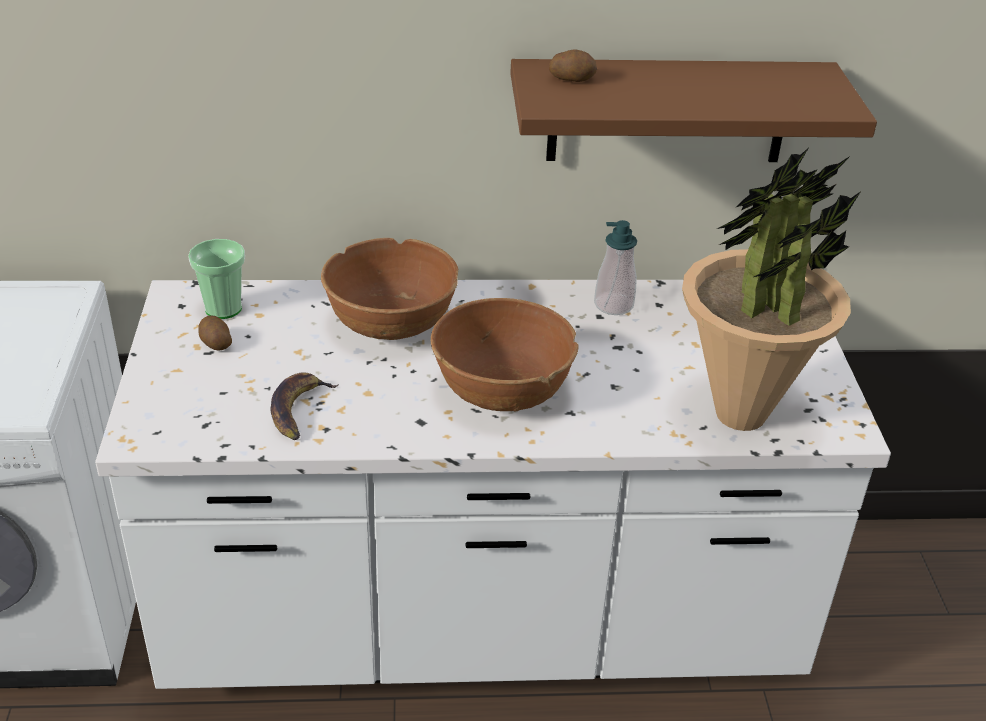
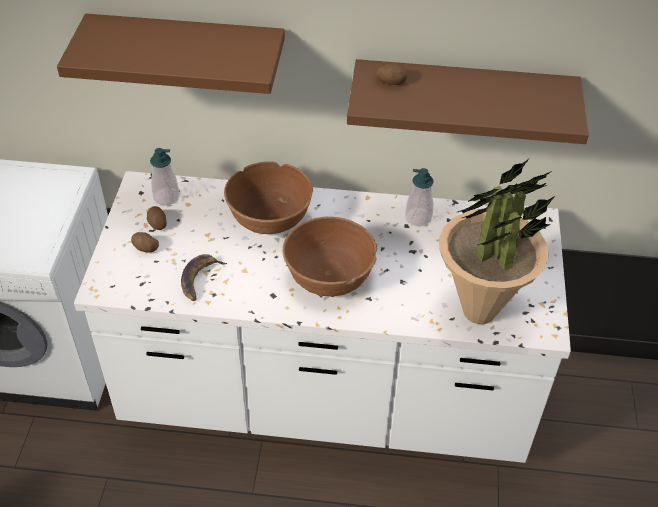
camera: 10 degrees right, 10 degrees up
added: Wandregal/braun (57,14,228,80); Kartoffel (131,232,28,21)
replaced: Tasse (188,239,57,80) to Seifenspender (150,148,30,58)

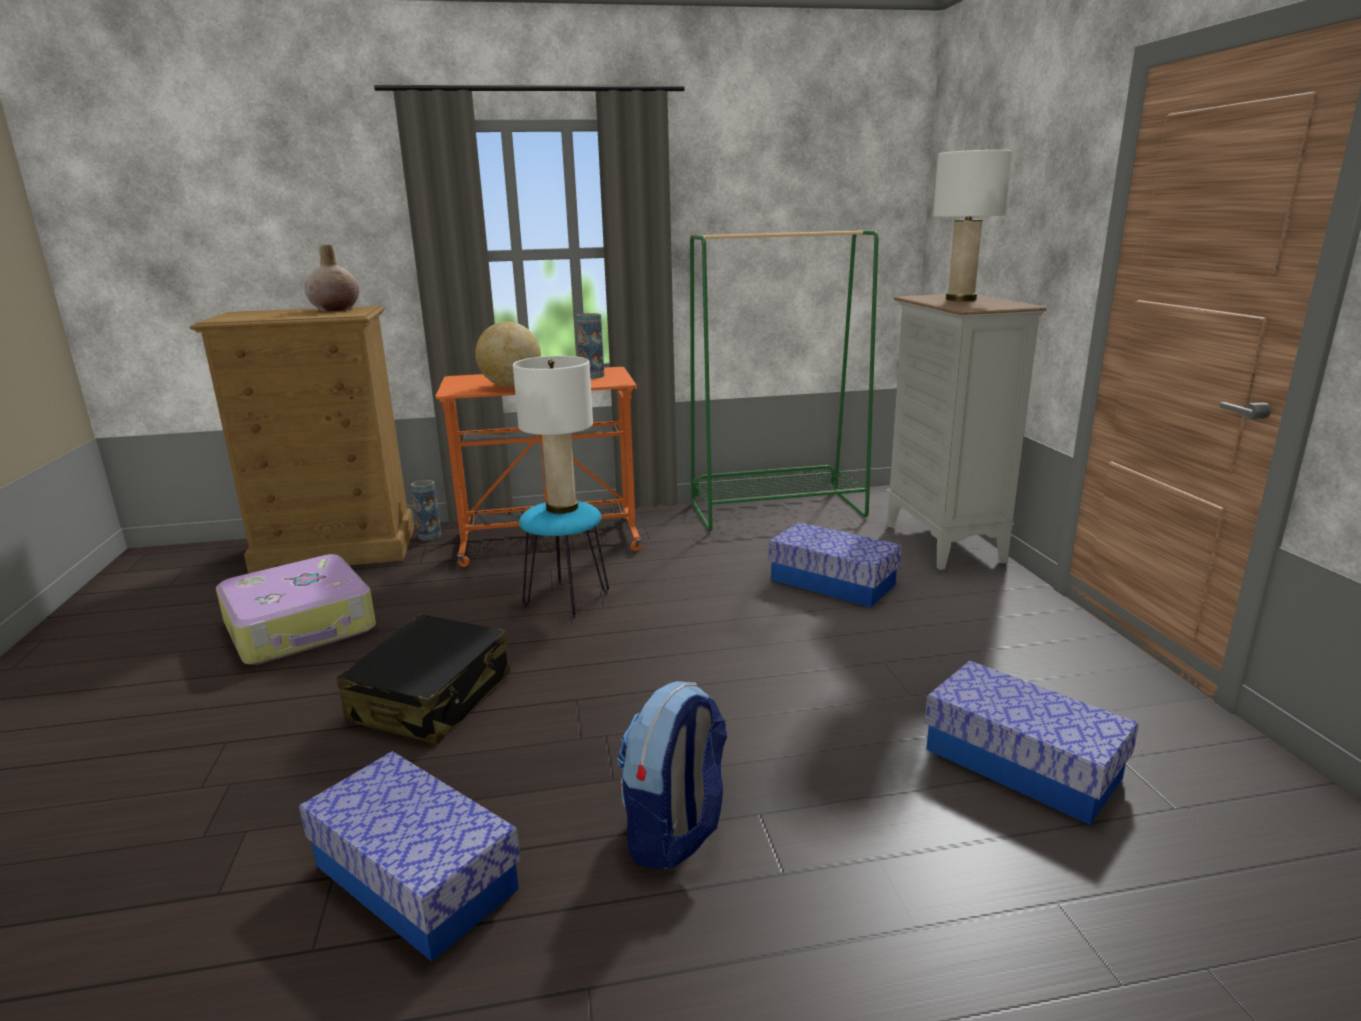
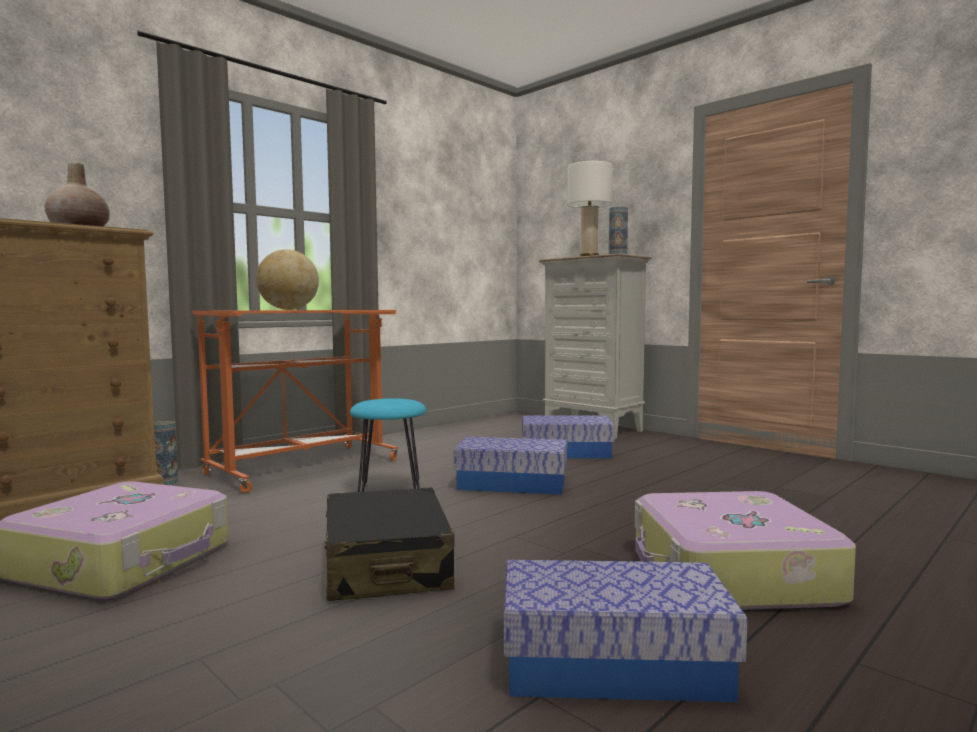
camera: 35 degrees left, 15 degrees down
removed: Tischlampe/weiß (513,356,80,158); Kleiderständer/grün (690,230,189,301)
moved: Aufbewahrungsbox (924,661,215,164) to (454,437,113,58); Vase (576,313,29,66) to (609,207,19,47)
replaced: Rucksack (617,681,110,188) to Koffer (635,491,221,119)

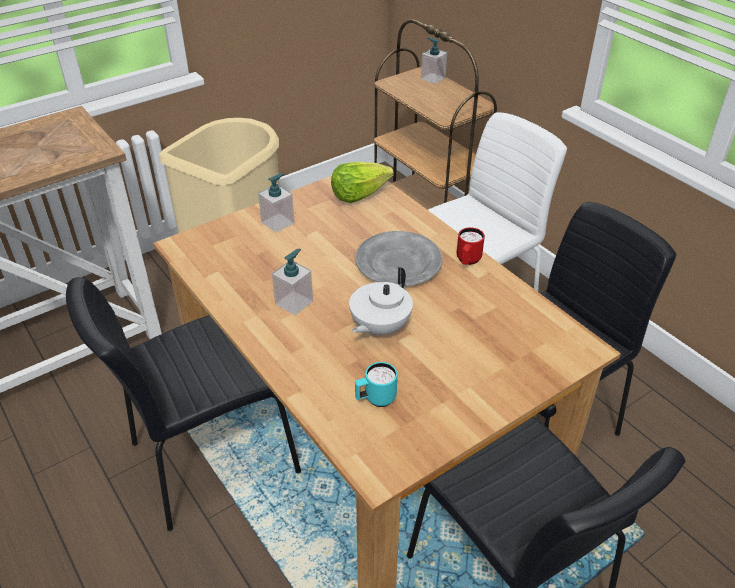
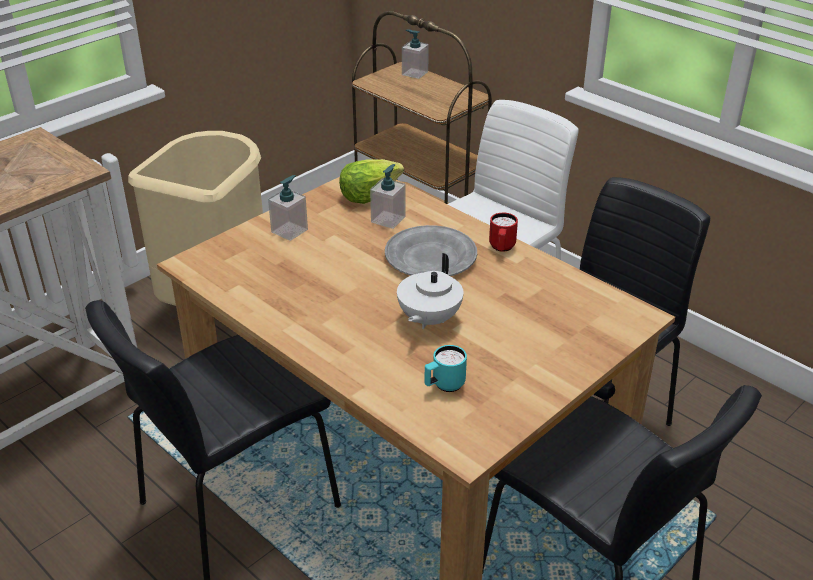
camera: 10 degrees left, 5 degrees down
moved: Seifenspender (272,248,41,67) to (370,164,36,65)

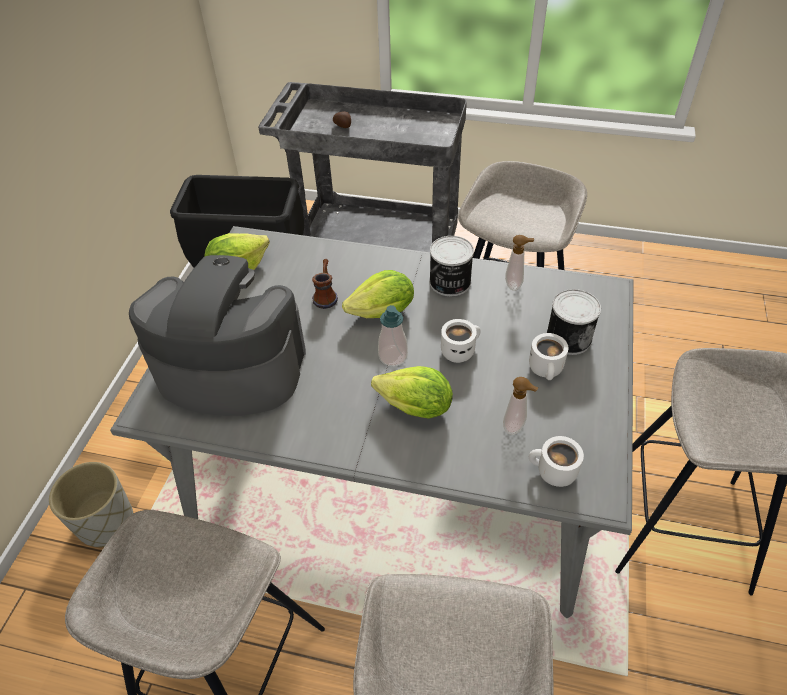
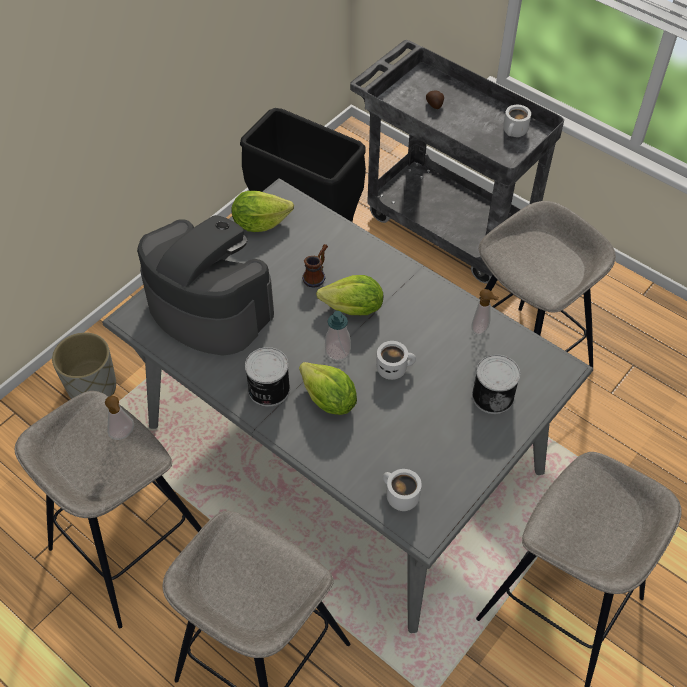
camera: 25 degrees right, 5 degrees up
moved: Seifenspender (503,377,35,58) to (105,396,29,44); Dose (429,236,45,60) to (245,347,45,60); Henkelbecher/weiß (529,333,40,47) to (503,105,28,32)

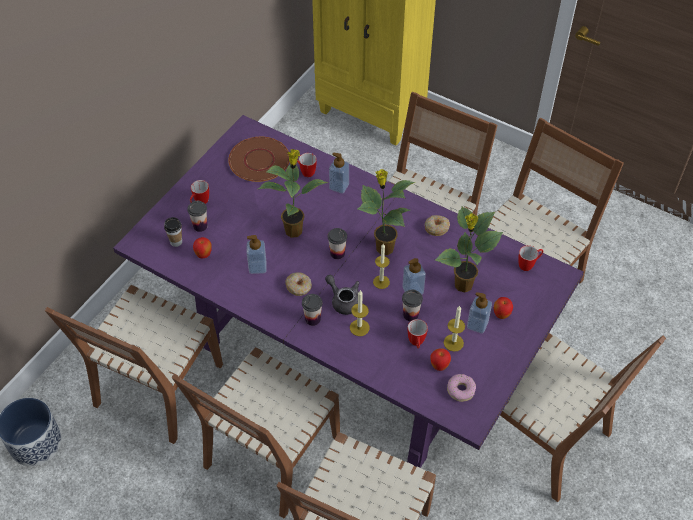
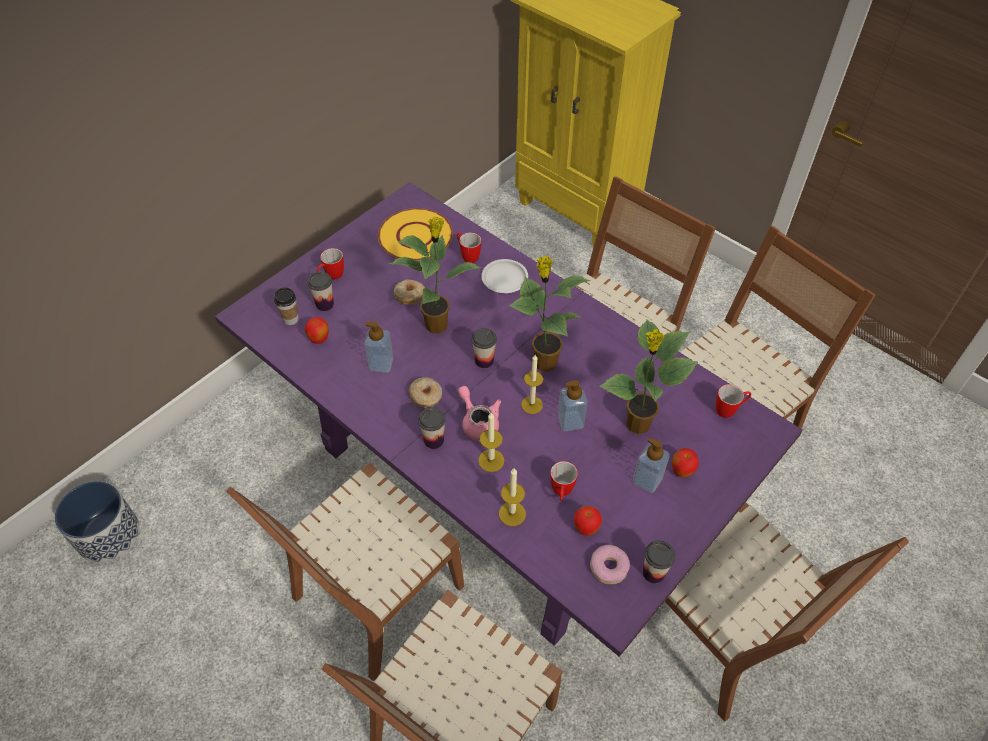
camera: 10 degrees right, 0 degrees up
removed: Stuhl (45,285,178,159)
moved: Donut (425,215,25,21) to (393,279,32,26); Kerze (444,306,21,46) to (499,469,27,57); Tasse (402,290,21,31) to (643,540,33,43)
replaced: Seifenspender (329,153,20,41) to Teller/weiß (481,259,47,34)
recoloured: Teller/braun (228,137,62,45) to Teller/gelb (378,208,75,53); Teekanne/grau (325,275,34,40) to Teekanne/rosa (458,386,43,55)

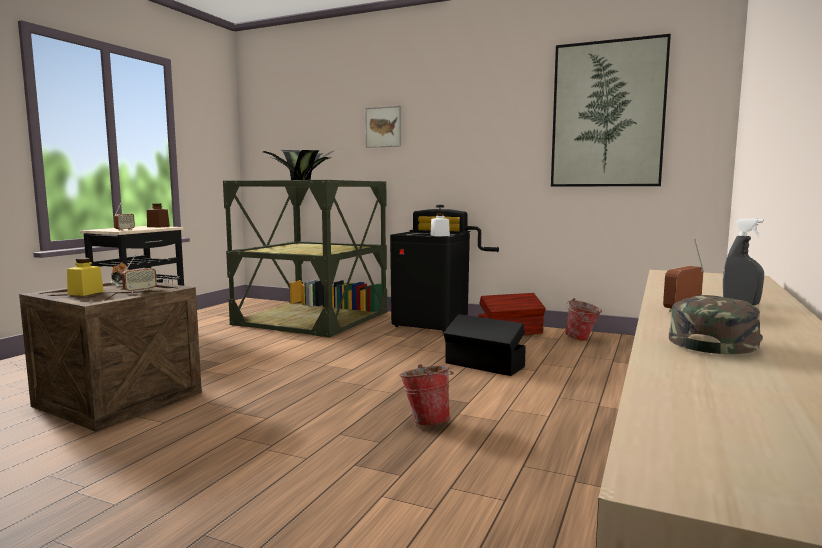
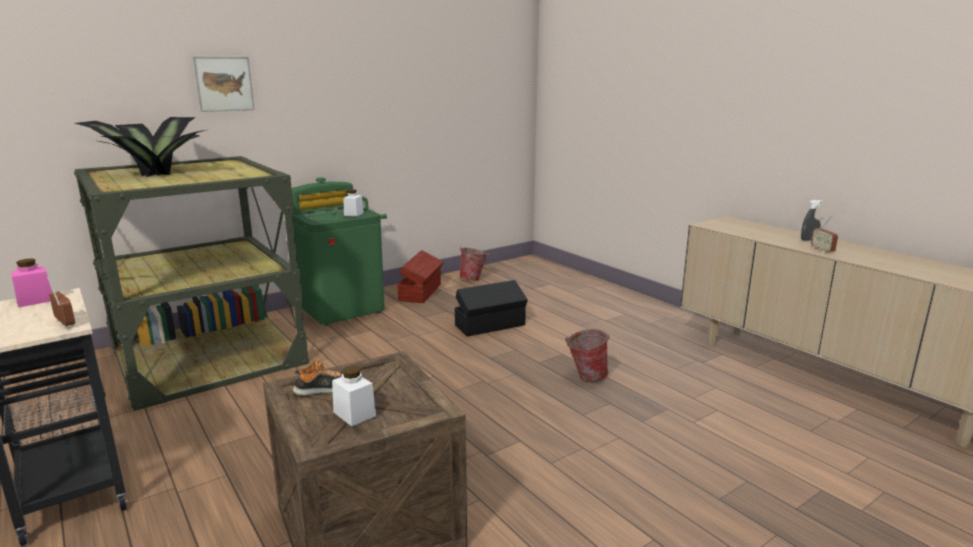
camera: 60 degrees left, 10 degrees up
removed: Radio (122,253,35,40); Bild (551,34,120,153); Kappe/grün (669,295,94,59)
recoloured: Vorratsglas/braun (147,203,23,25) to Vorratsglas/rosa (11,258,41,50); Waschmaschine/schwarz (390,205,109,127) to Waschmaschine/grün (292,177,95,149); Vorratsglas/gelb (67,258,37,38) to Vorratsglas/weiß (332,365,44,61)

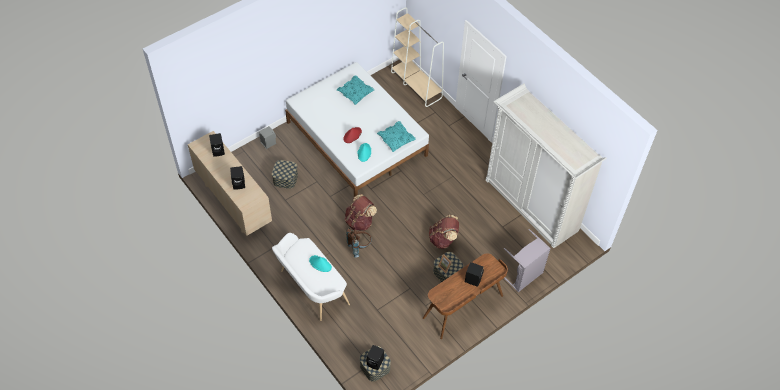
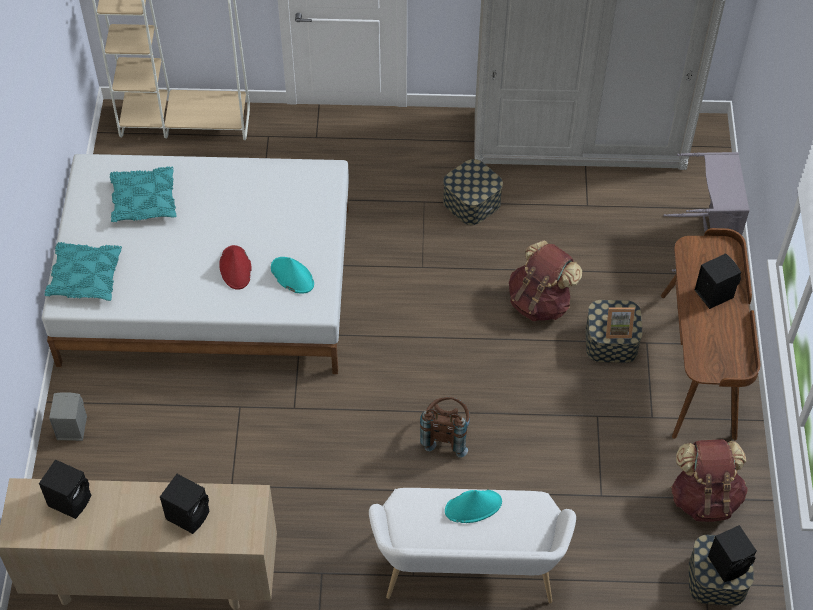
camera: 50 degrees left, 0 degrees up
moved: Kissen/türkis (377,121,39,31) to (45,242,77,59); Aufbewahrungsbox (272,160,26,29) to (443,159,60,66); Rucksack/braun (345,194,32,37) to (671,439,77,83)

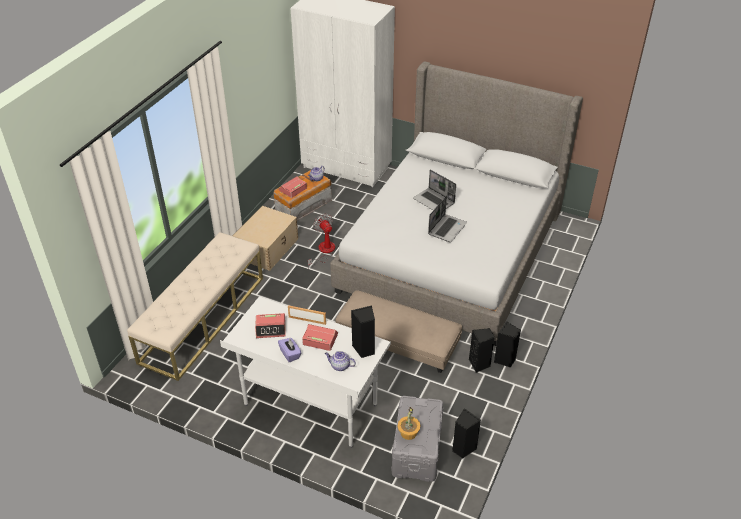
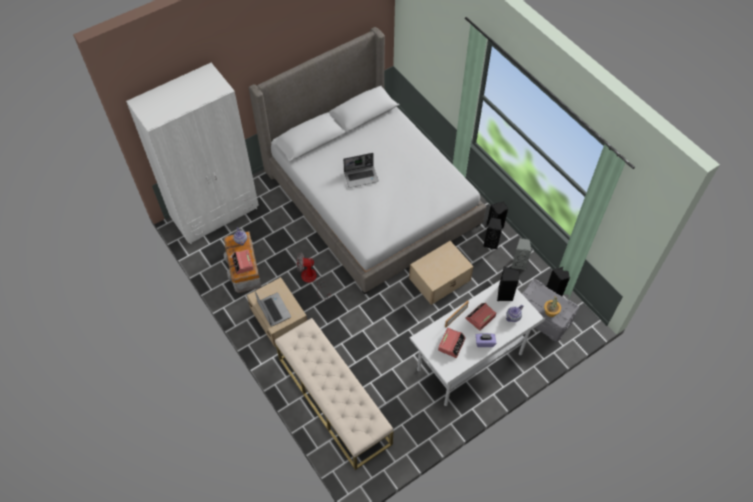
camera: 60 degrees left, 15 degrees up
added: Lautsprecher/grau (511,238,21,32)
moved: Laptop (428,196,39,46) to (255,291,36,36)
replaced: Polsterhocker/beige (335,290,127,83) to Aufbewahrungsbox/beige (409,241,65,64)

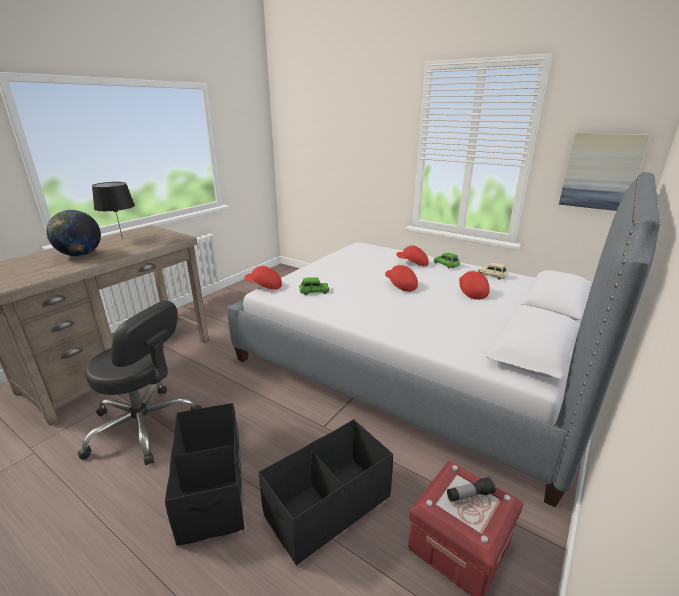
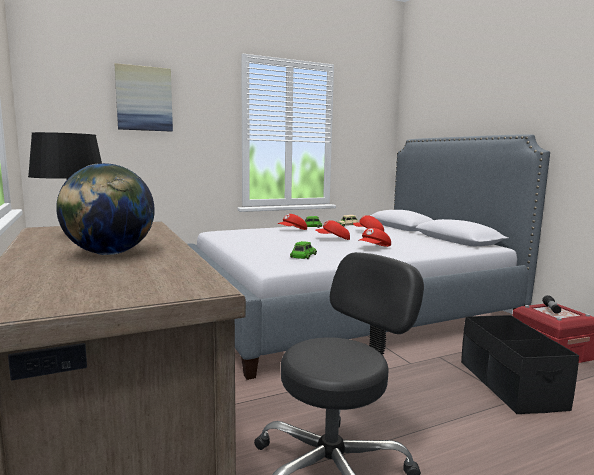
camera: 60 degrees left, 15 degrees down
removed: Aufbewahrungsbox/schwarz (165,403,80,143)
moved: Bild (559,133,90,78) to (115,63,58,69); Kappe/rot (244,266,38,24) to (358,228,33,19)

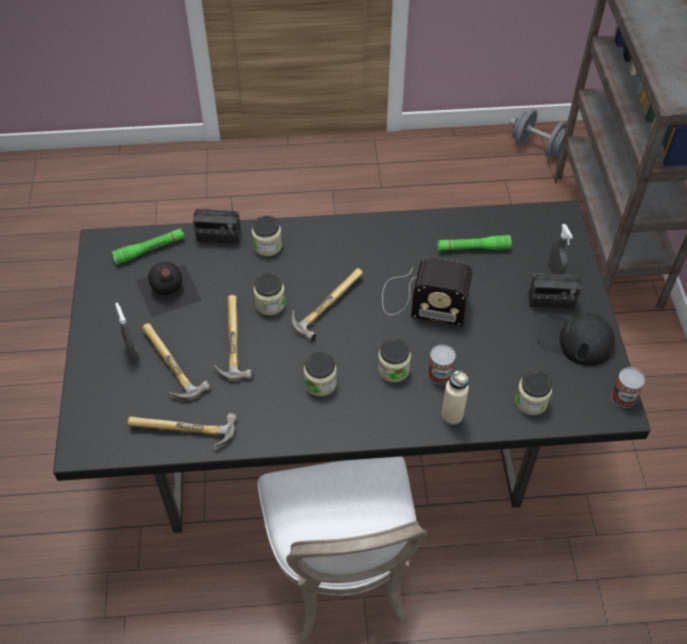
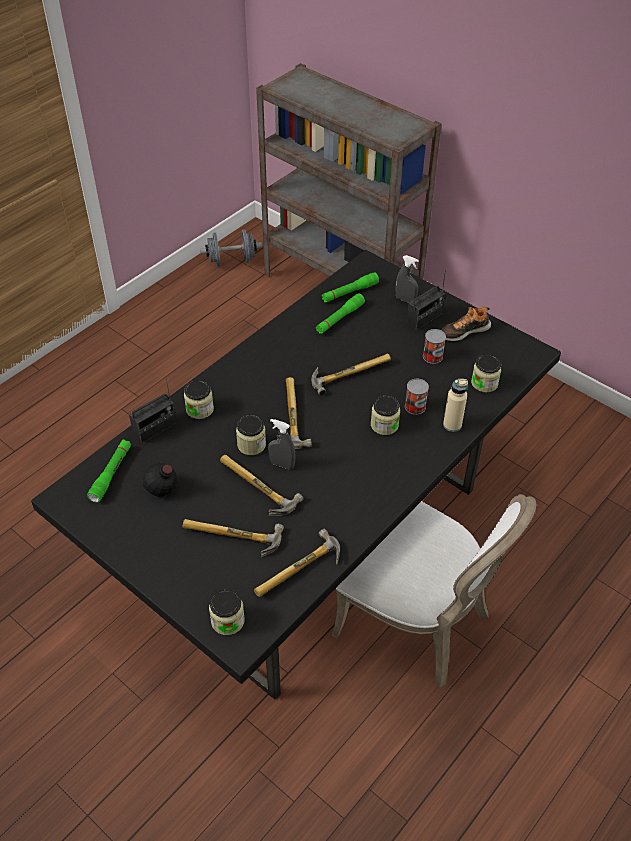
camera: 45 degrees left, 5 degrees down
added: Taschenlampe/grün (322,272,57,30)
moved: Vorratsglas (304,352,33,44) to (209,590,36,45); Sprühflasche/grau (115,302,24,60) to (268,419,28,50); Dose (611,367,34,41) to (423,329,23,35)
replaced: Radio (382,257,90,69) to Hammer (311,353,80,43); Kappe/schwarz (537,313,78,53) to Schuh (441,306,50,35)

